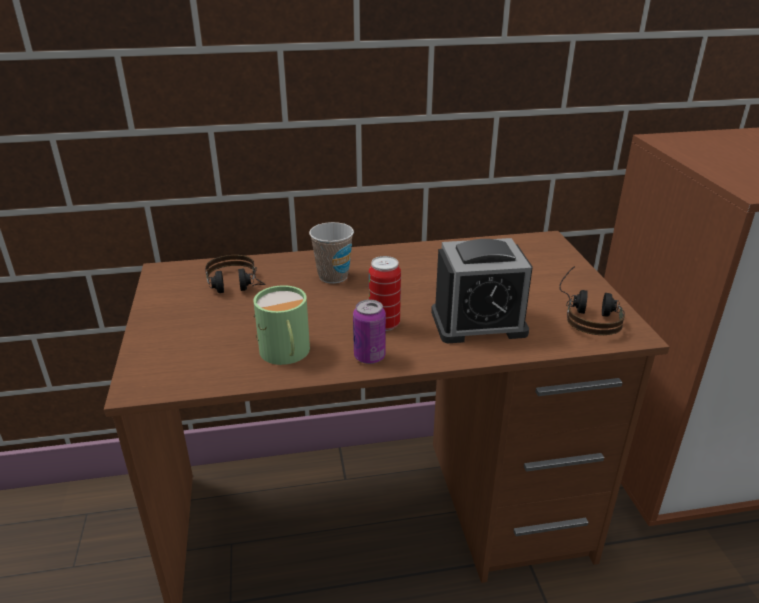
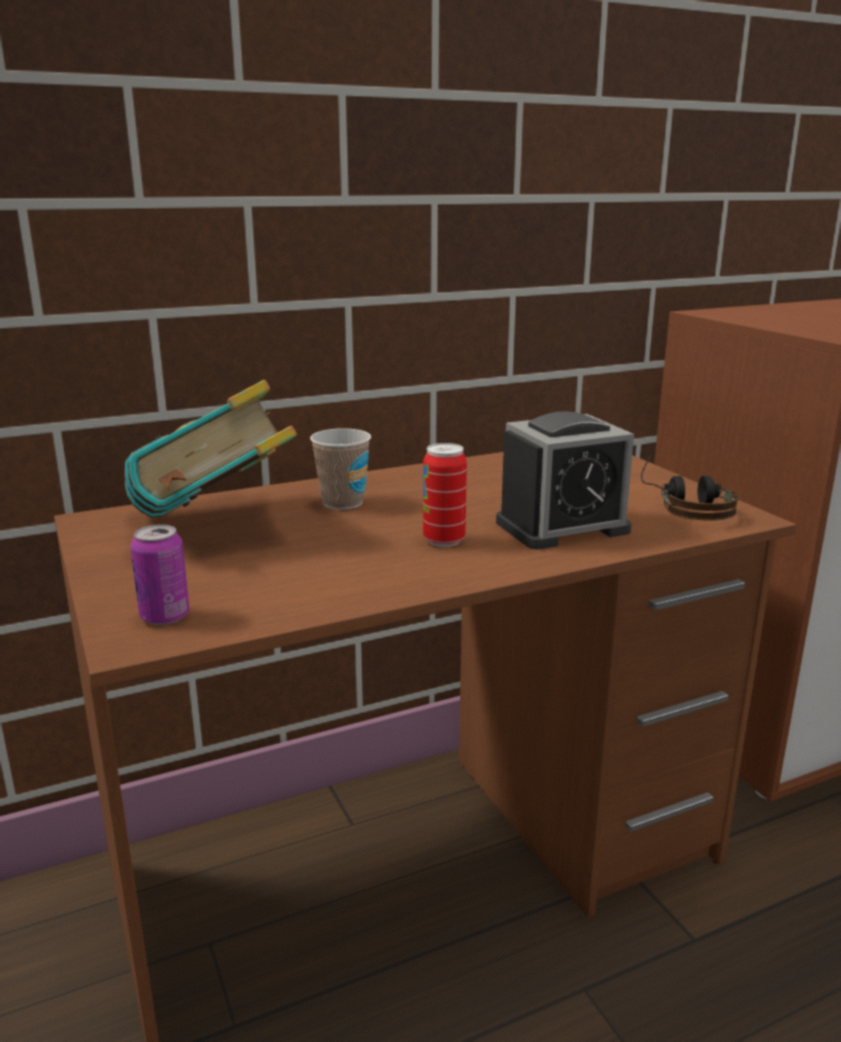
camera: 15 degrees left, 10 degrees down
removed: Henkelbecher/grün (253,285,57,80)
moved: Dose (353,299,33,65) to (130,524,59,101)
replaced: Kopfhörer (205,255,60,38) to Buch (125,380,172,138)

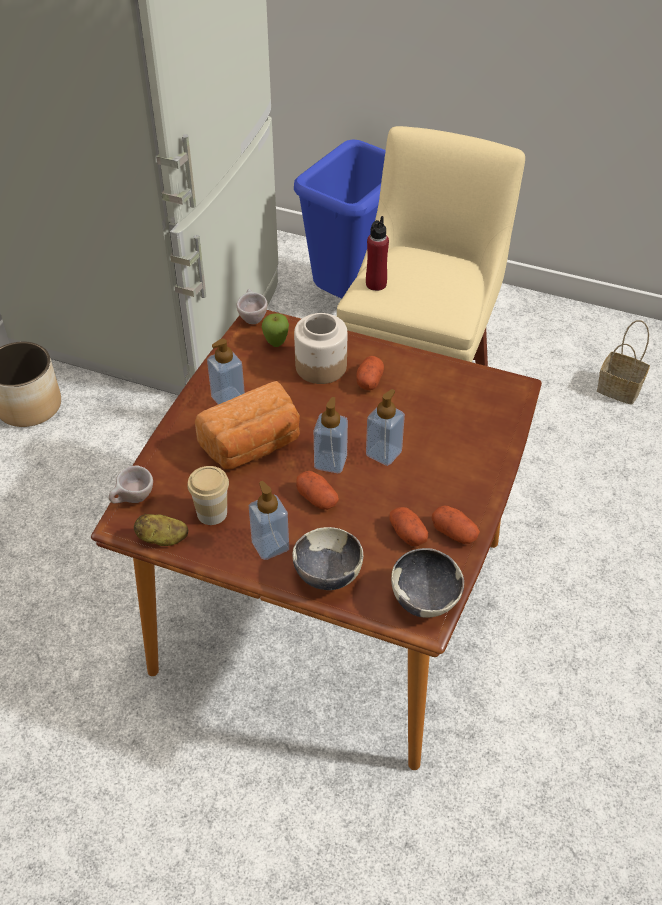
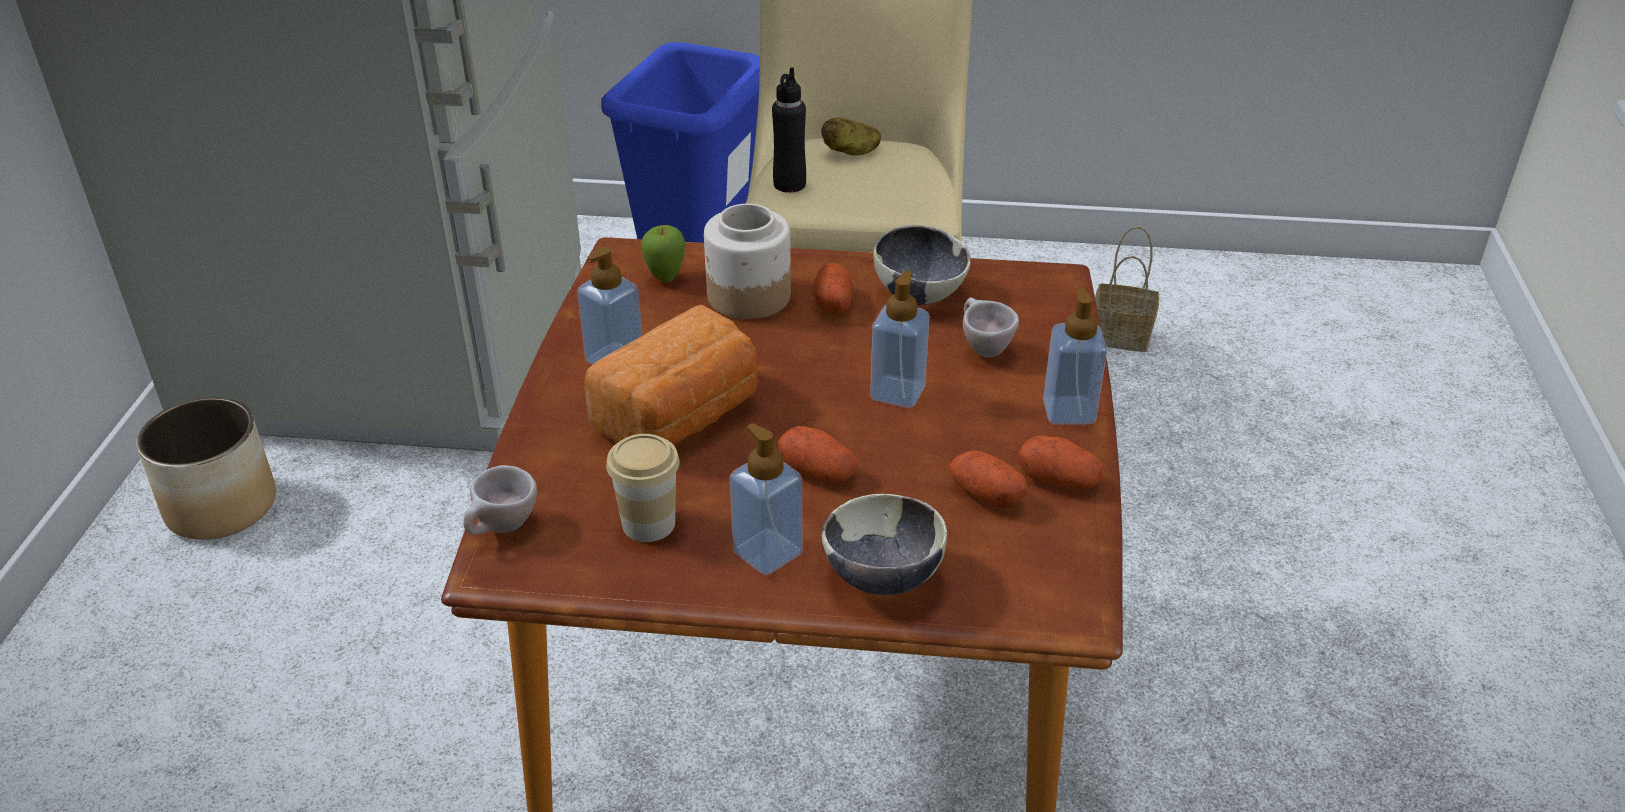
camera: 15 degrees left, 10 degrees down
moved: Kartoffel (134,514,55,32) to (821,117,60,38); Schüssel (391,548,73,70) to (873,225,98,80); Tasse/beige (237,289,31,35) to (963,297,56,61); Seifenspender (314,397,34,76) to (1043,288,64,137)
recoloured: Flasche/rot (366,216,23,75) to Flasche/schwarz (772,67,34,126)

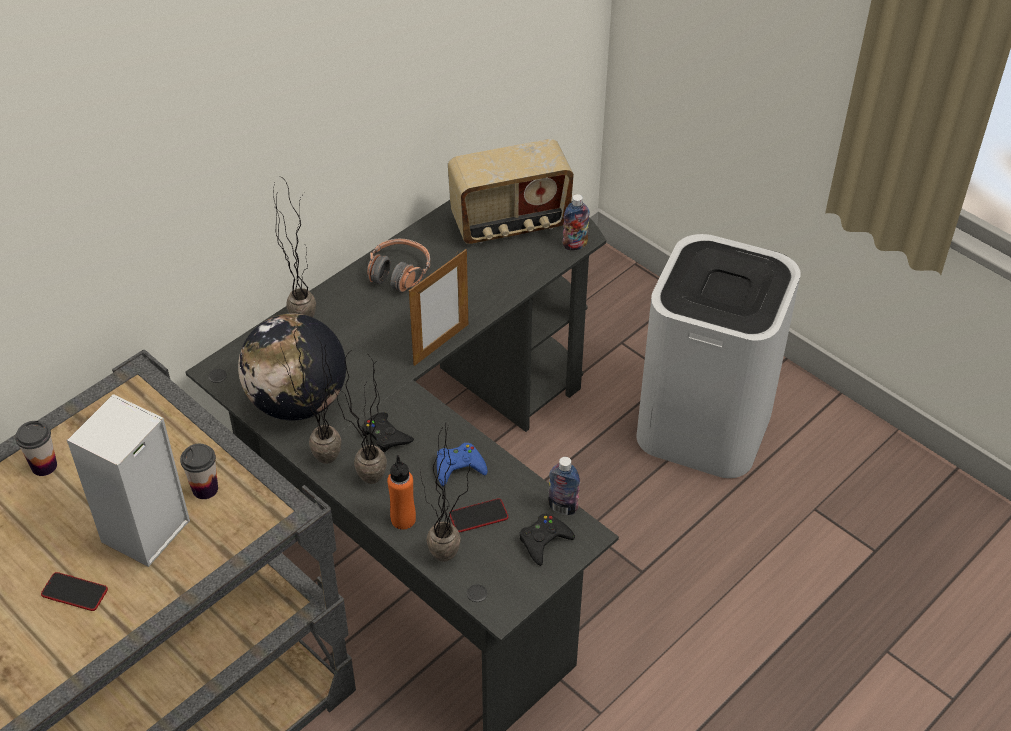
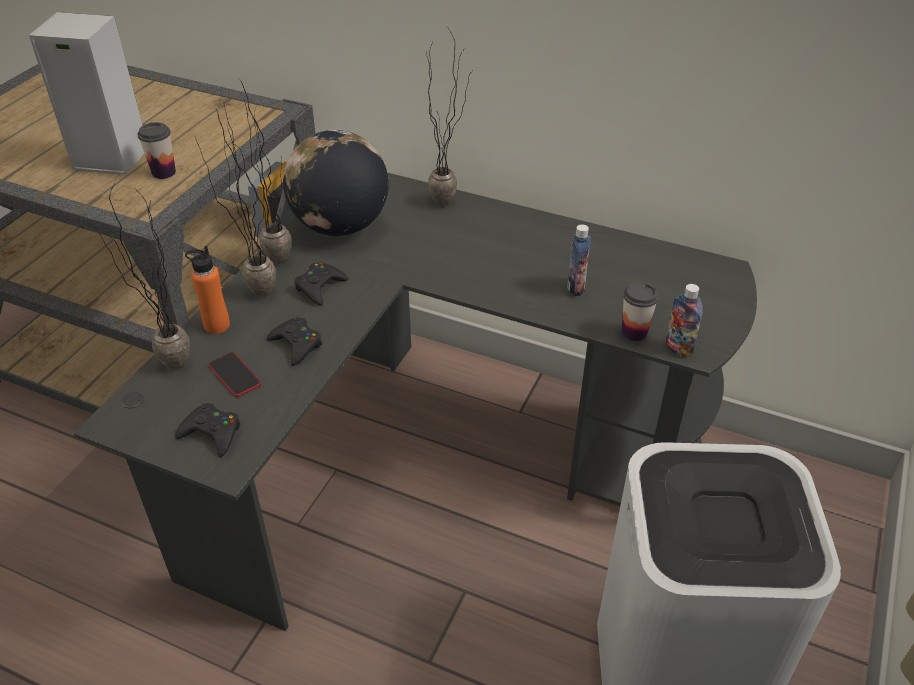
camera: 70 degrees right, 5 degrees down
removed: Handy (41,572,67,39); Kopfhörer (367,239,64,53); Bilderrahmen (409,249,59,117); Radio (448,139,126,105)
moved: Flasche (548,457,32,58) to (567,224,24,72); Tasse (15,421,42,55) to (622,282,37,59)
recoloured: Gamepad/blau (437,443,51,43) to Gamepad/schwarz (266,317,56,49)

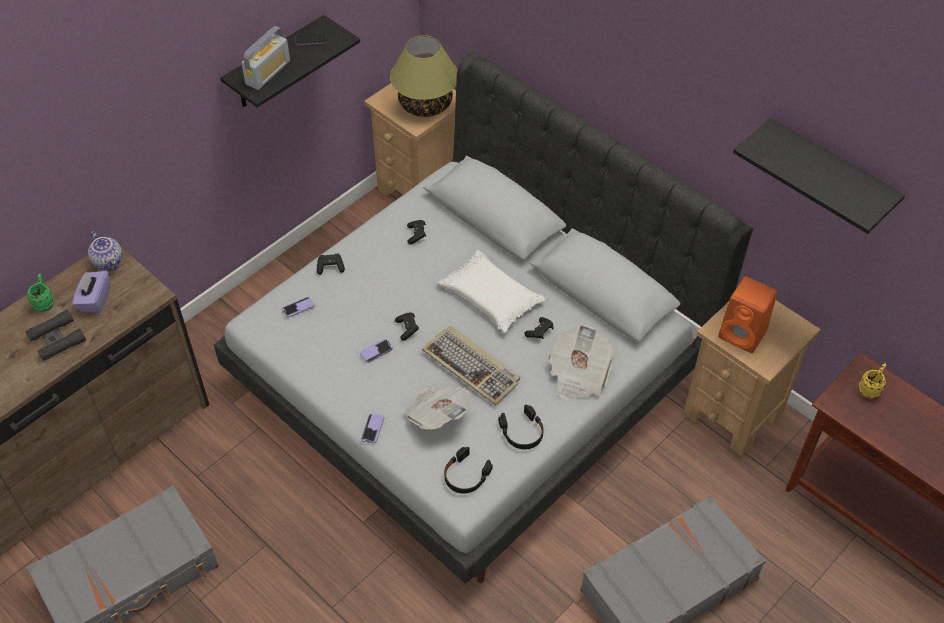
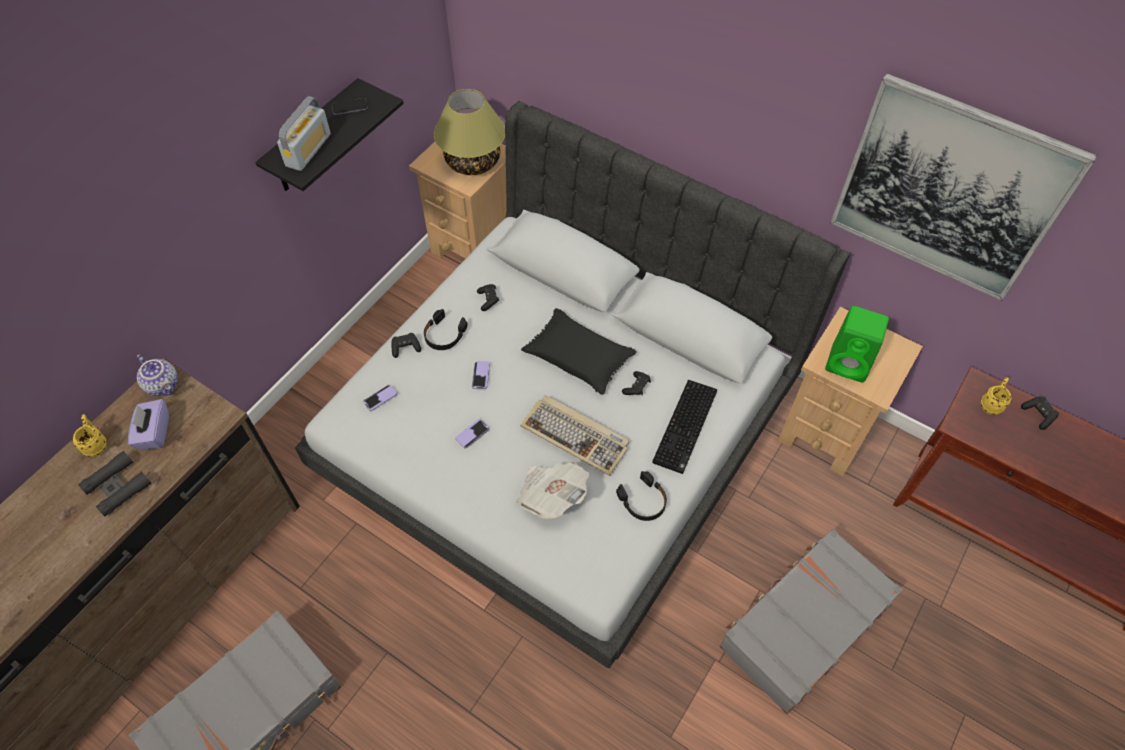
camera: 10 degrees left, 5 degrees up
moved: Kopfhörer/schwarz (444,447,49,46) to (424,309,44,41); Handy (361,414,23,29) to (472,361,18,28); Gamepad/schwarz (395,312,24,28) to (1021,396,38,34)
replaced: Zeitung (549,324,66,76) to Tastatur (652,380,65,94); Wandregal/schwarz (733,118,172,116) to Bild (830,73,268,228)
recoloured: Henkelbecher/grün (27,274,27,38) to Henkelbecher/gelb (72,414,35,43); Kissen/weiß (437,250,109,83) to Kissen/schwarz (521,308,115,87); Lautsprecher/orange (718,276,59,77) to Lautsprecher/grün (825,306,64,77)

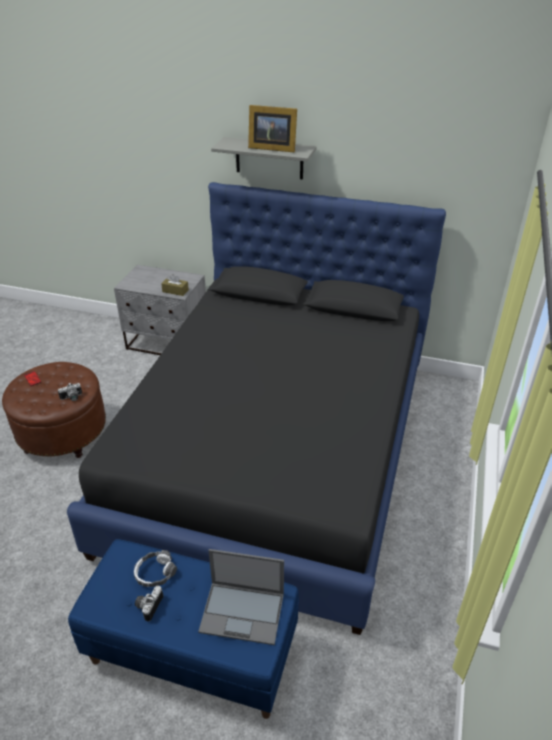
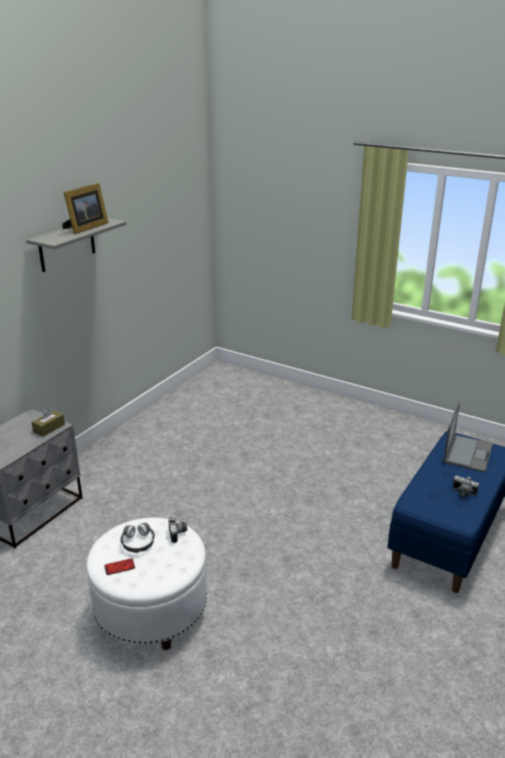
camera: 75 degrees left, 10 degrees down
removed: Bett/schwarz (67,182,379,453)
moved: Kopfhörer (134,550,43,37) to (120,523,35,30)
recoloured: Polsterhocker/braun (2,362,104,96) to Polsterhocker/weiß (87,518,120,132)

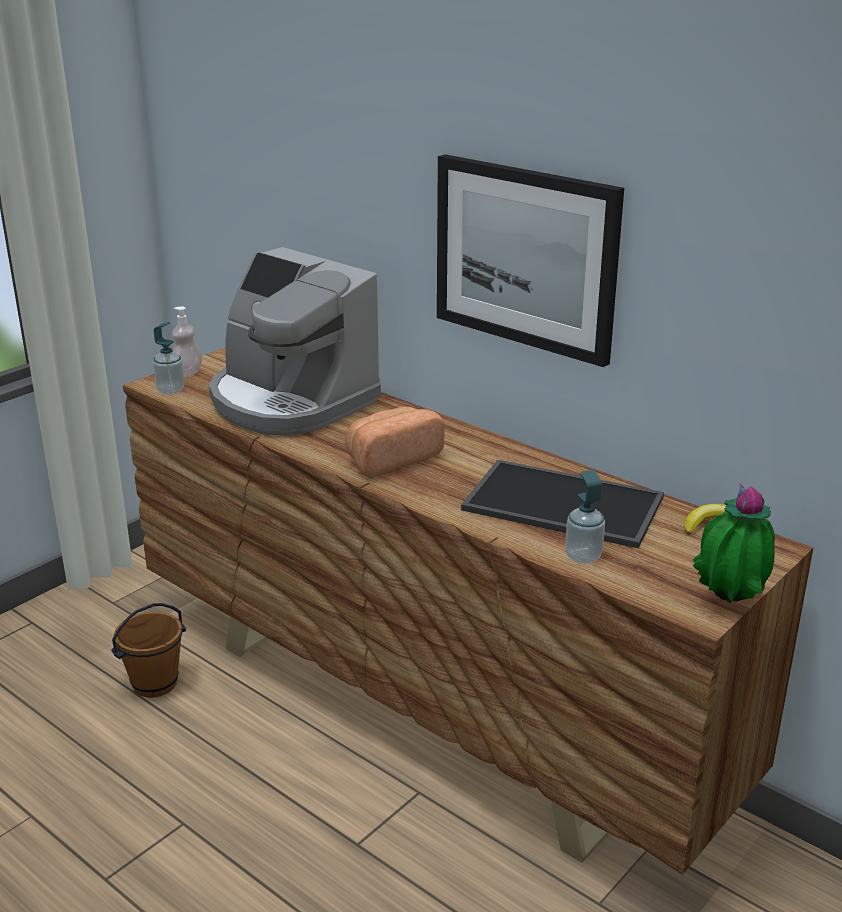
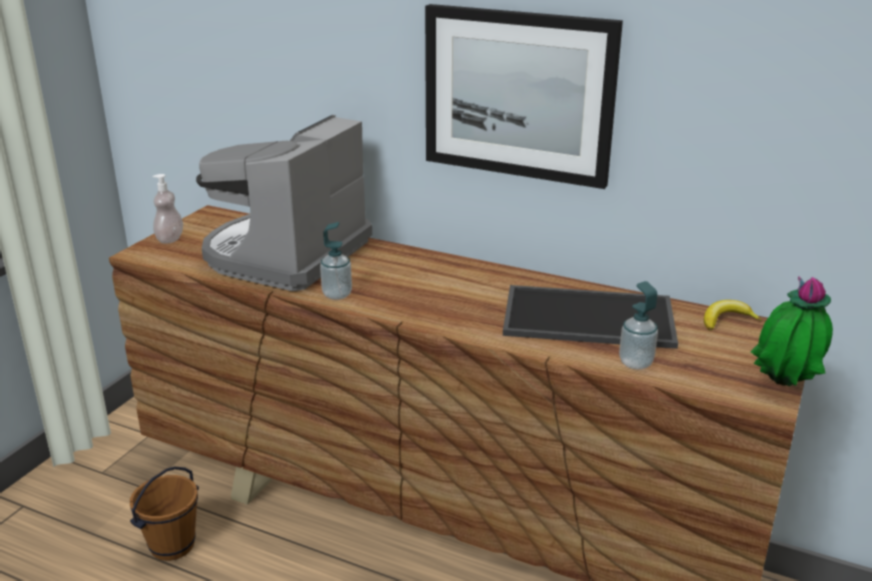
camera: 15 degrees left, 0 degrees up
removed: Brot (345,406,100,71)
moved: Seifenspender (153,322,31,73) to (320,222,32,78)
turned: Kaffeemaschine (209,247,172,189) = (196,115,176,176) 90 degrees clockwise

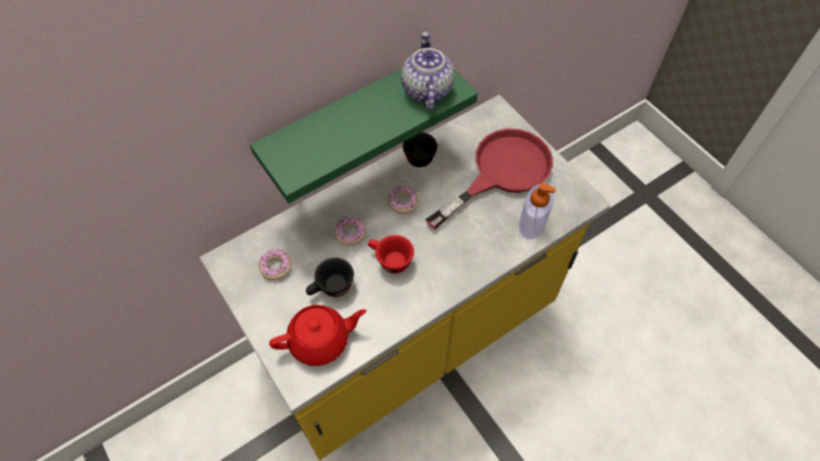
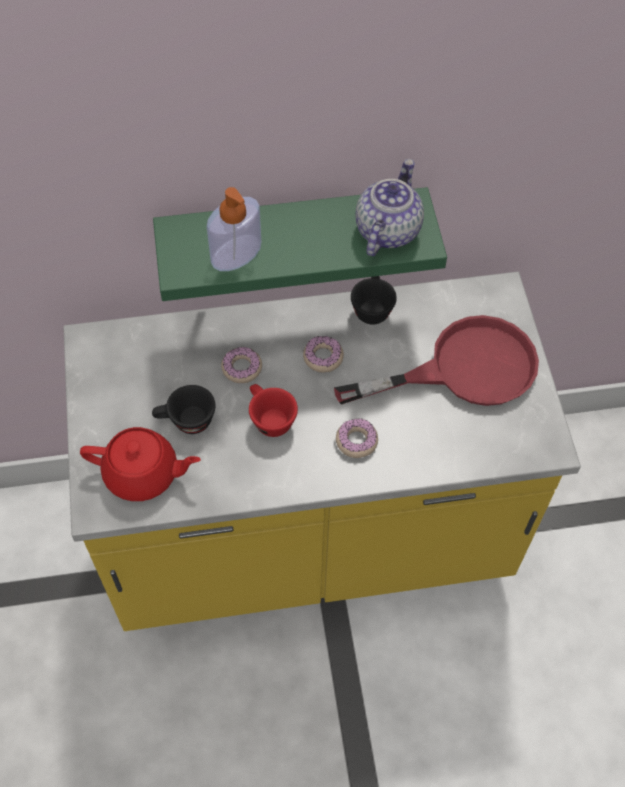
camera: 25 degrees right, 0 degrees up
moved: Seifenspender (519,183,37,56) to (207,187,54,84); Donut (259,249,33,31) to (336,419,42,39)

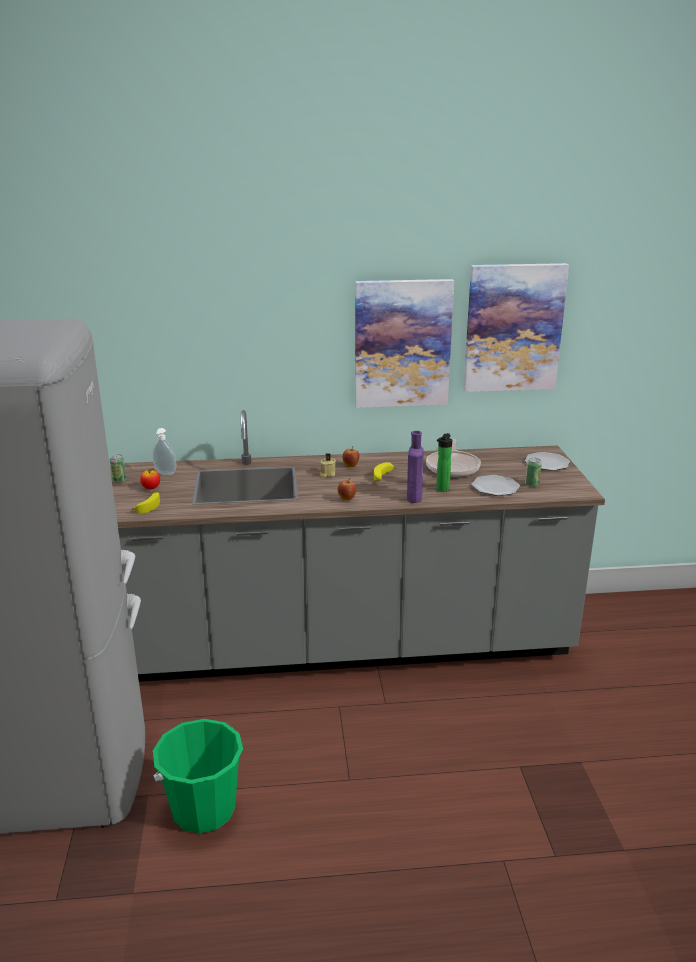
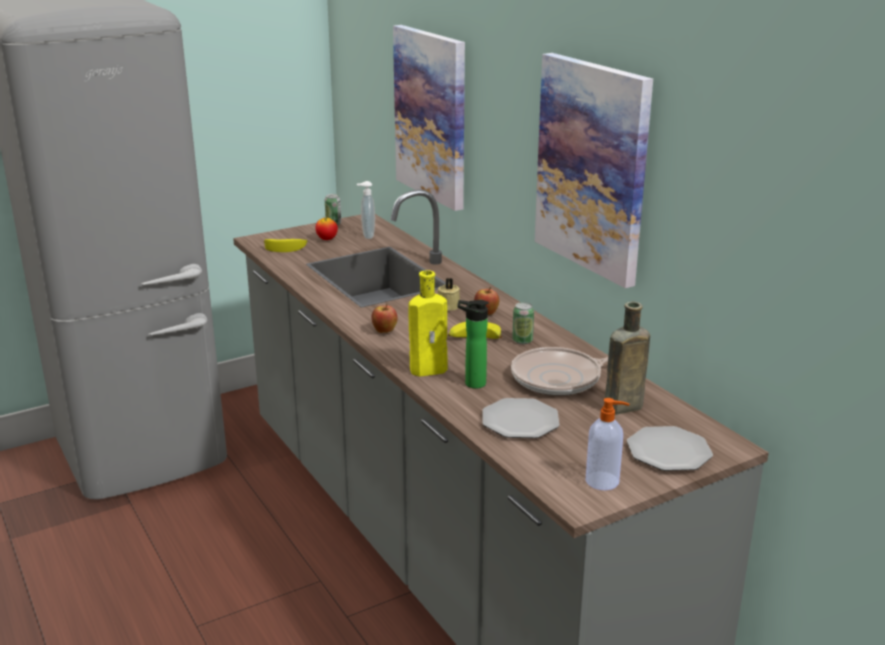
camera: 65 degrees right, 0 degrees up
removed: Eimer/grün (153,719,90,115)
added: Seifenspender (586,398,43,92); Flasche/braun (605,302,45,113)
moved: Bild (463,263,106,129) to (393,25,72,186); Dose (525,458,17,29) to (512,302,22,42)
recoloured: Flasche/lila (407,431,17,72) to Flasche/gelb (408,270,40,107)

